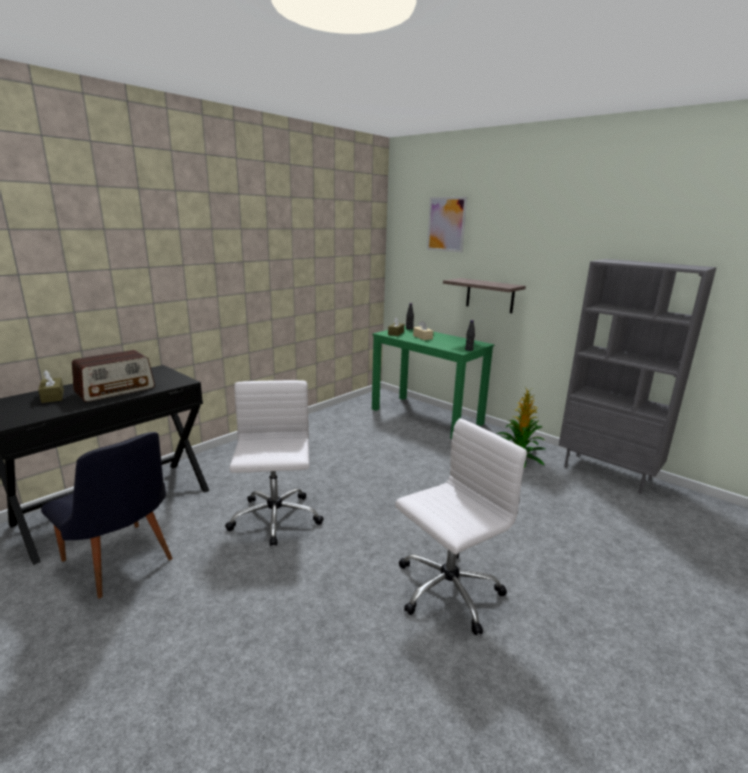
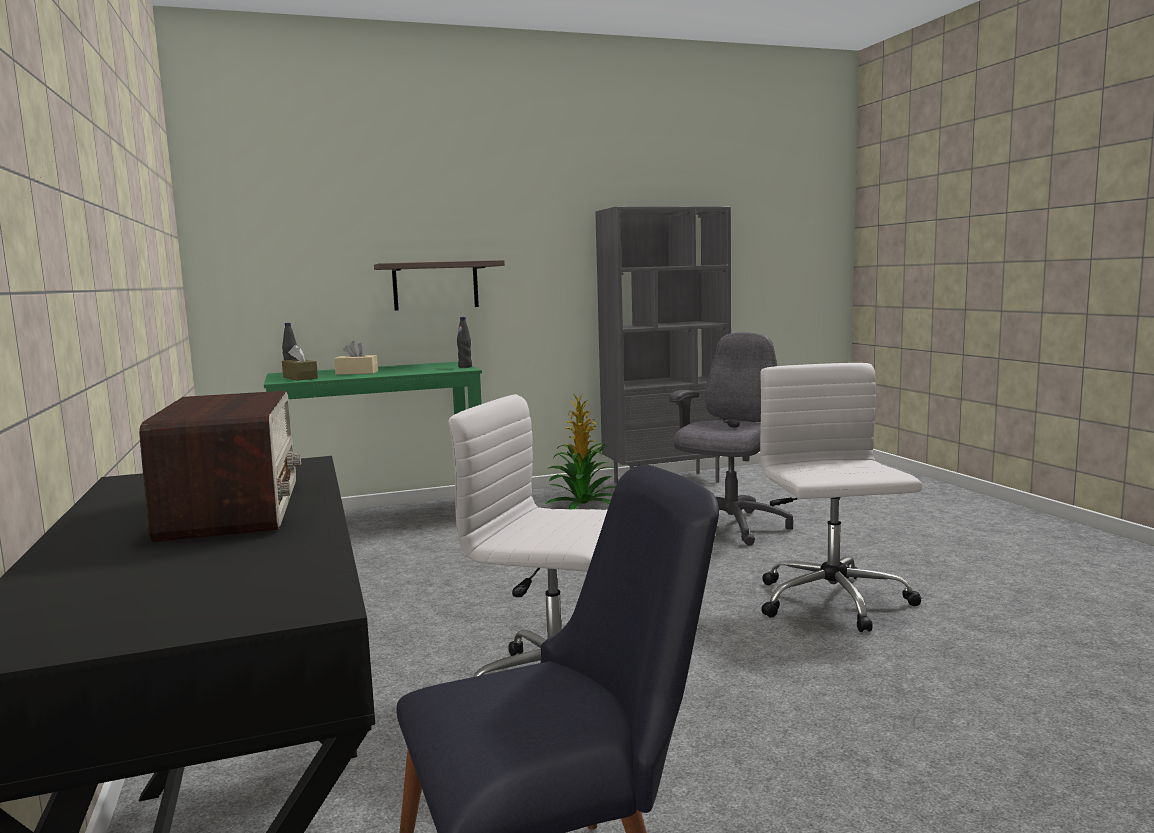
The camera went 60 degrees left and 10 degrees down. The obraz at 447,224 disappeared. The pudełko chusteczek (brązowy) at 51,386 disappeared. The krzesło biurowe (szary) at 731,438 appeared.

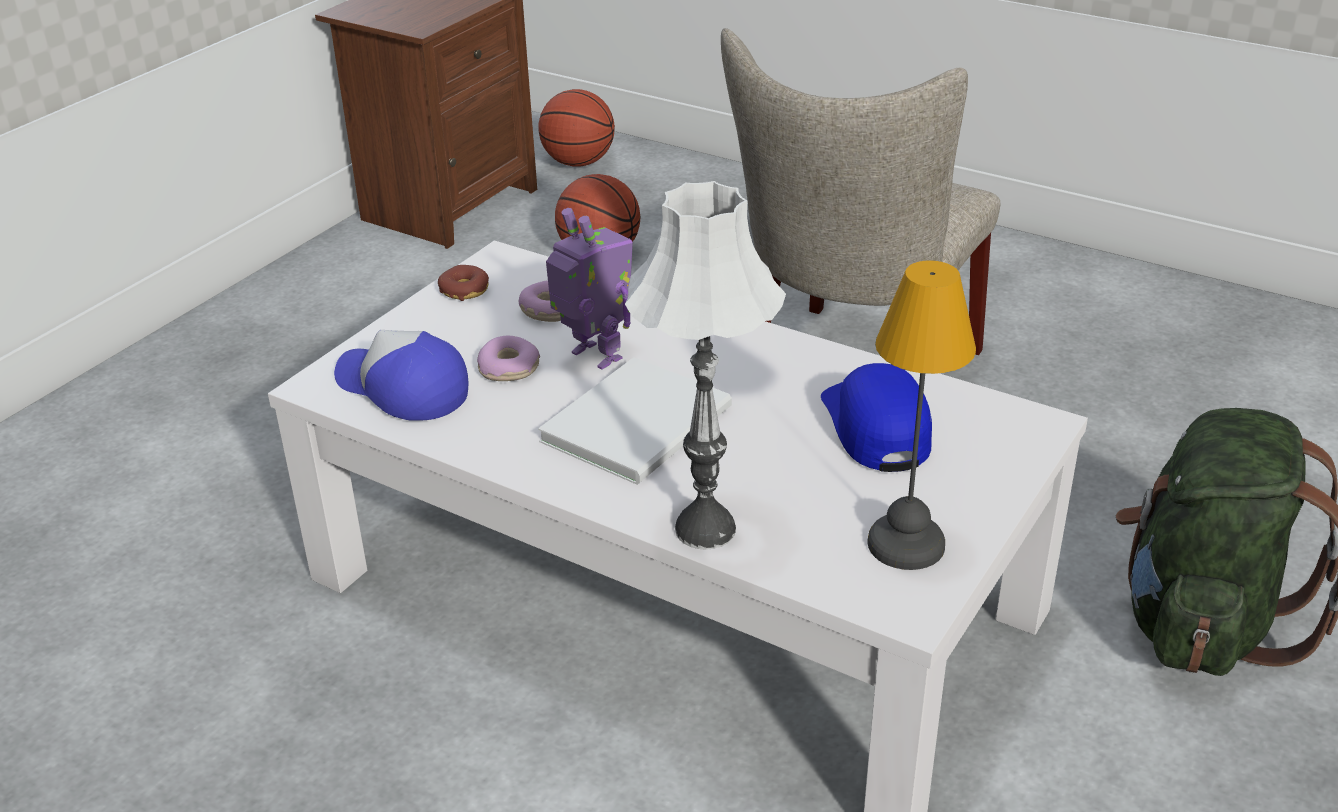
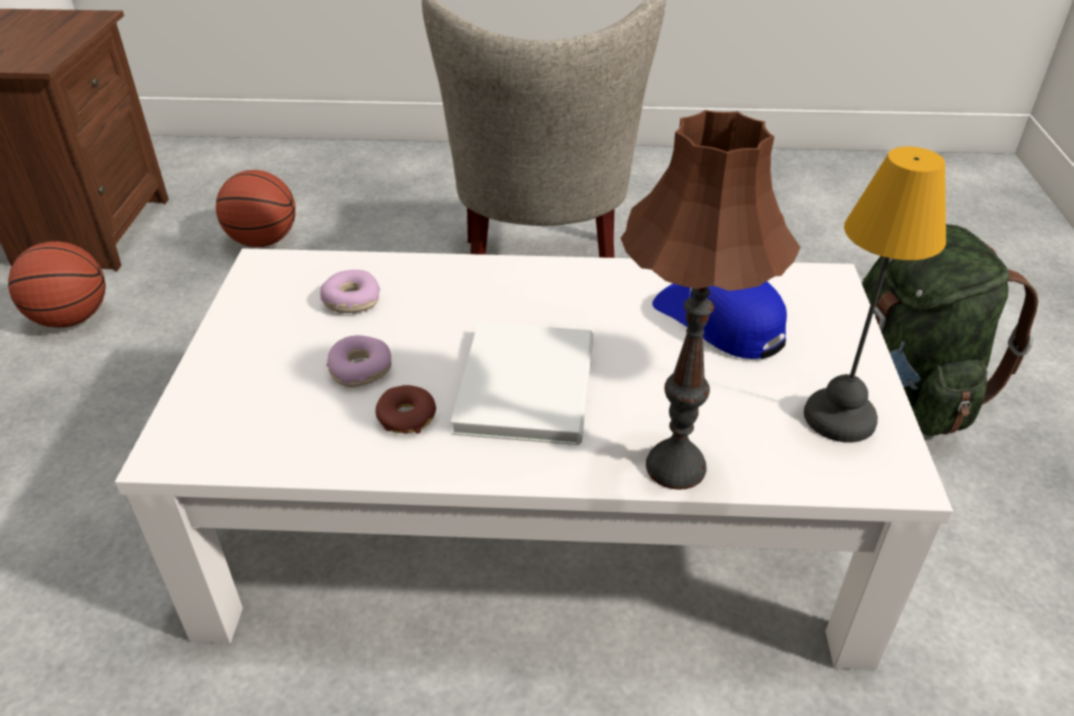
The camera went 30 degrees left and 5 degrees up. The piłka do koszykówki moved from 576,128 to 56,284. The lampa stołowa (biały) at 705,365 became the lampa stołowa (brązowy) at 711,300. The robot zabawkowy at 589,289 disappeared. The donut moved from 463,283 to 406,409. The czapka z daszkiem at 401,375 disappeared.

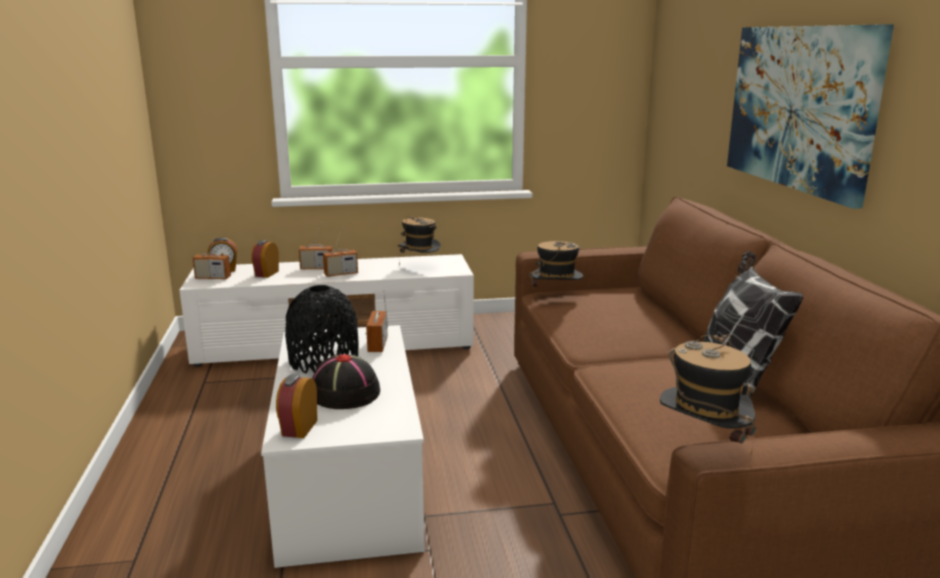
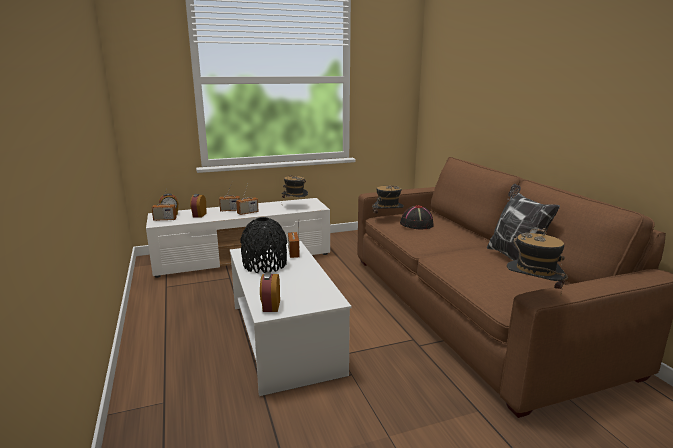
The camera went 10 degrees left and 0 degrees up. The obraz at 810,116 disappeared. The kapelusz (czarny) moved from 346,381 to 417,217.

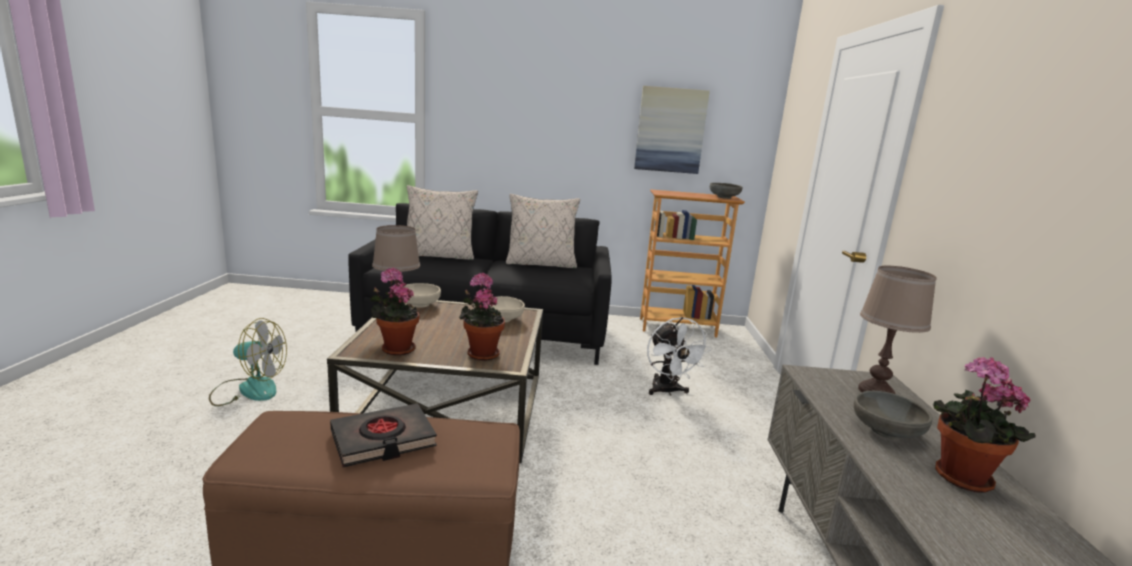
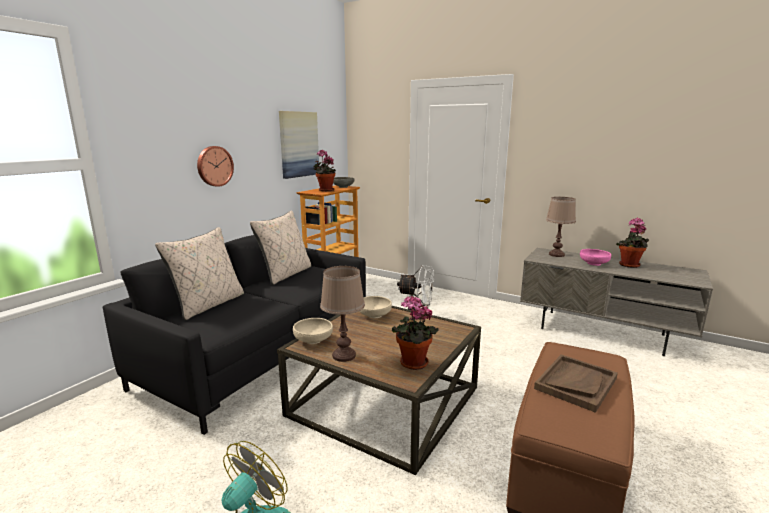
The camera went 60 degrees left and 0 degrees up. The roślina doniczkowa moved from 482,317 to 324,170. The miska (szary) at 893,415 became the miska (różowy) at 595,257. The książka (czarny) at 383,435 was replaced by the taca (brązowy) at 576,383. The zegar ścienny at 215,166 appeared.

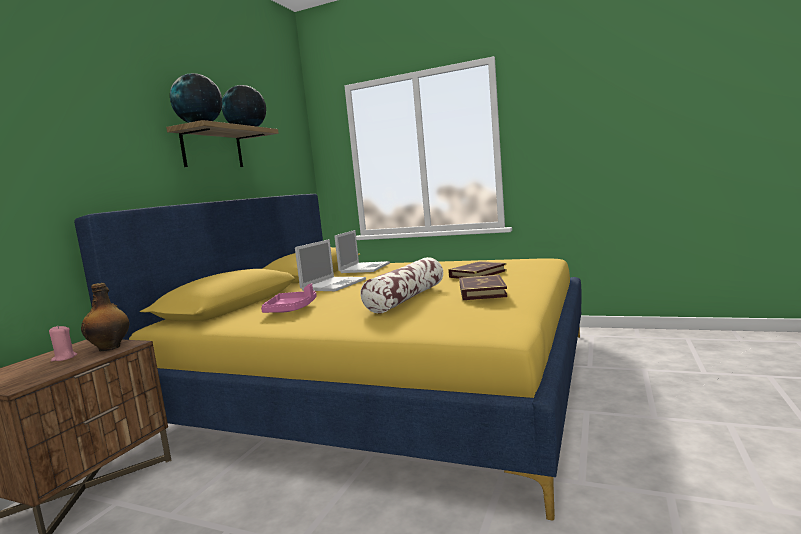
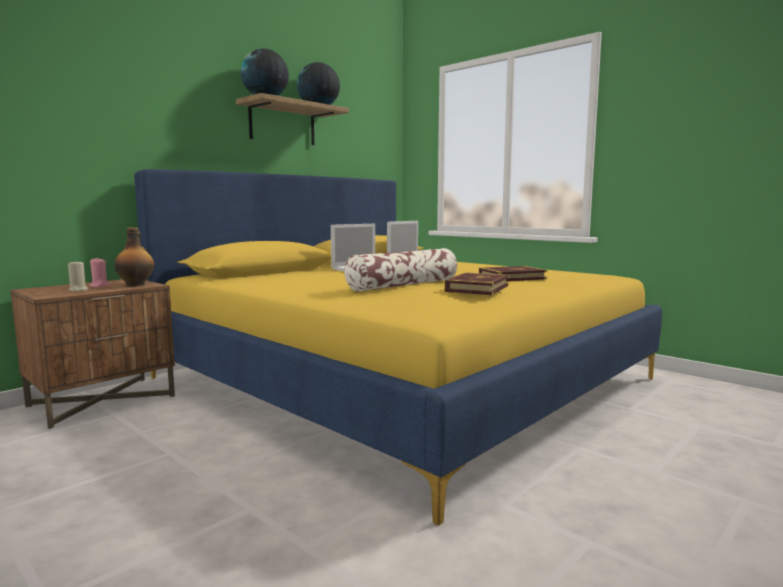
The camera went 20 degrees right and 0 degrees up. The taca (różowy) at 289,298 disappeared. The świeca (beżowy) at 78,276 appeared.

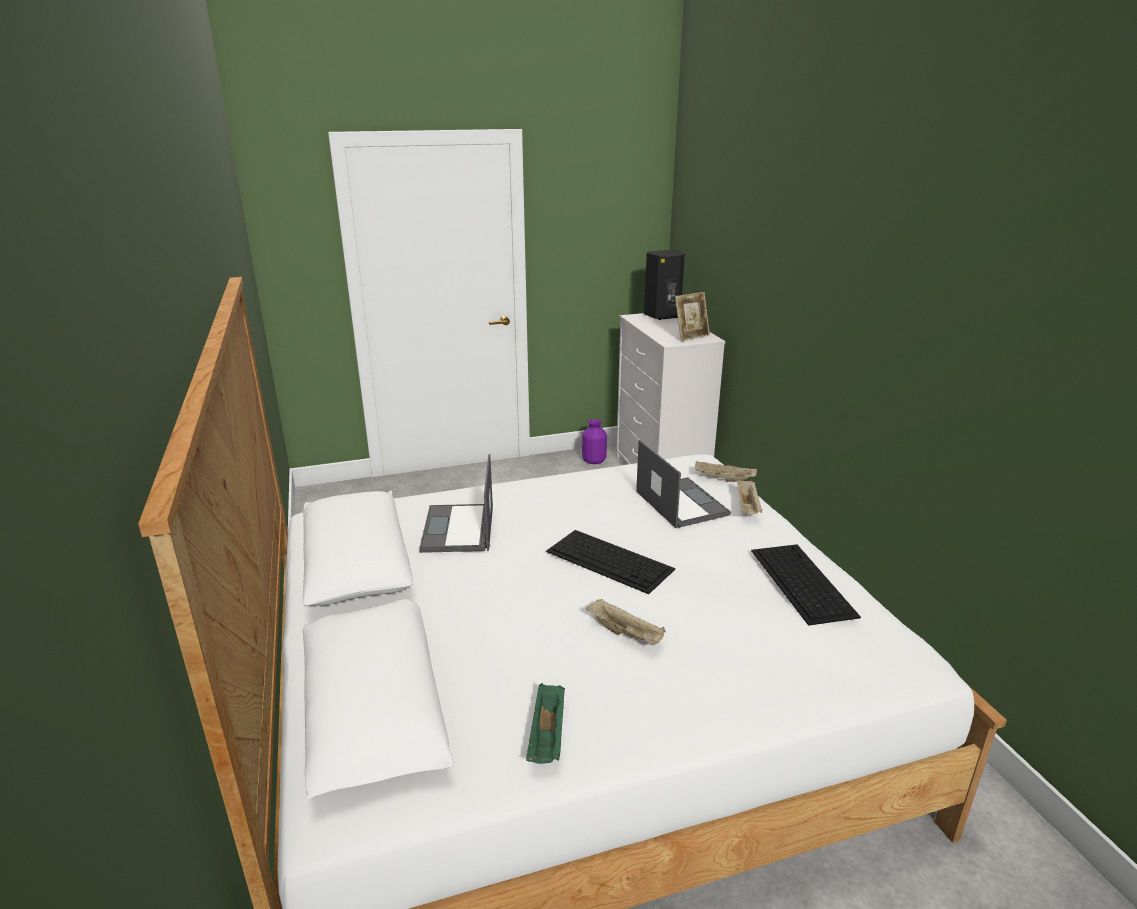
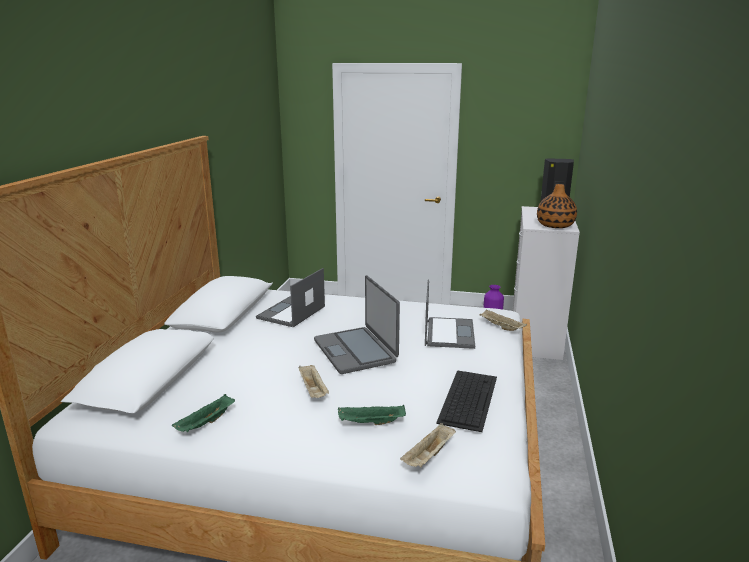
The camera went 30 degrees right and 5 degrees down. The ramka na zdjęcie at 692,316 was replaced by the wazon at 557,206. The taca (beżowy) moved from 749,496 to 428,445. The klawiatura at 610,562 was replaced by the laptop at 357,324. The taca (zielony) at 372,415 appeared.

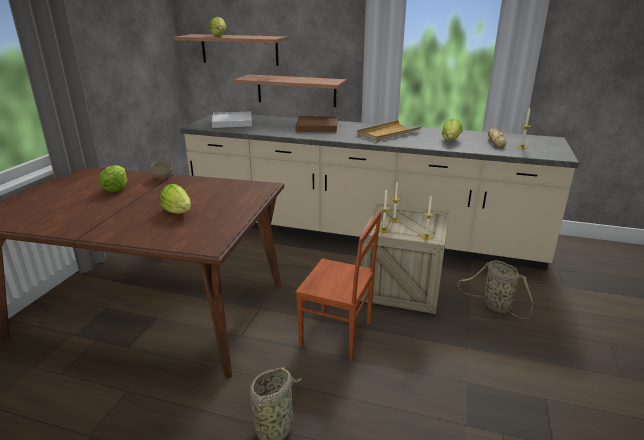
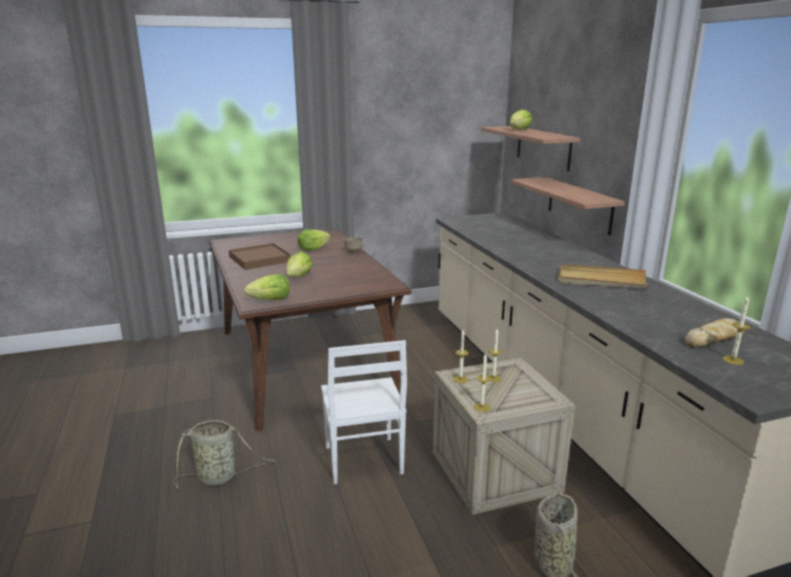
The camera went 55 degrees right and 5 degrees down. The taca (biały) at 232,119 disappeared. The taca (brązowy) moved from 316,124 to 260,256. The sałata moved from 452,129 to 267,287. The krzesło (brązowy) at 338,285 became the krzesło (biały) at 364,412.

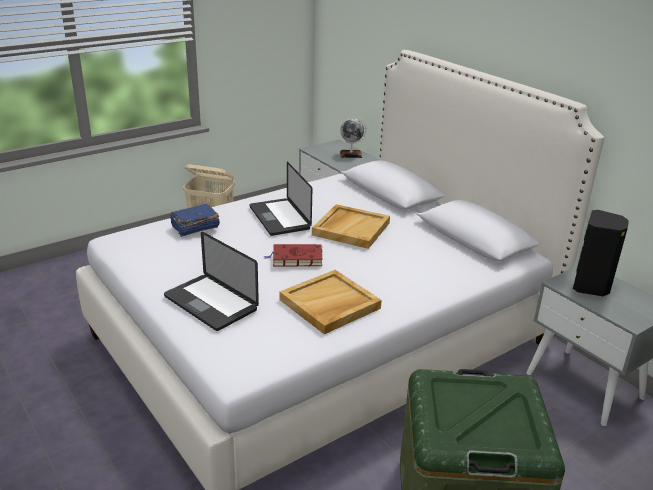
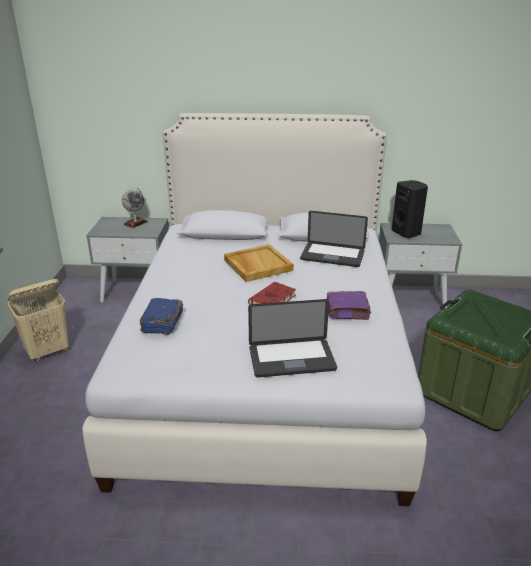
The camera went 50 degrees left and 0 degrees up. The laptop moved from 280,199 to 334,239. The taca (beżowy) at 330,302 was replaced by the książka (fioletowy) at 349,305.

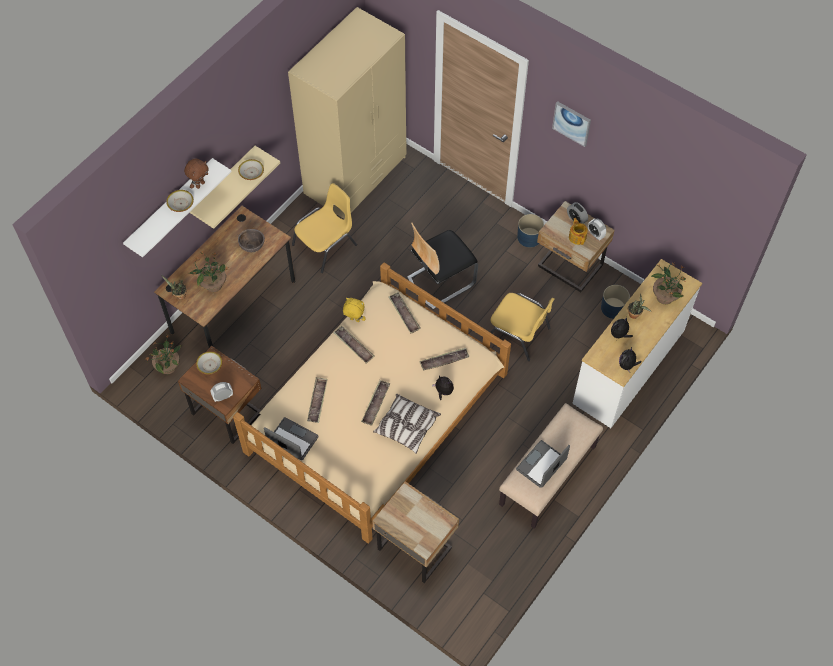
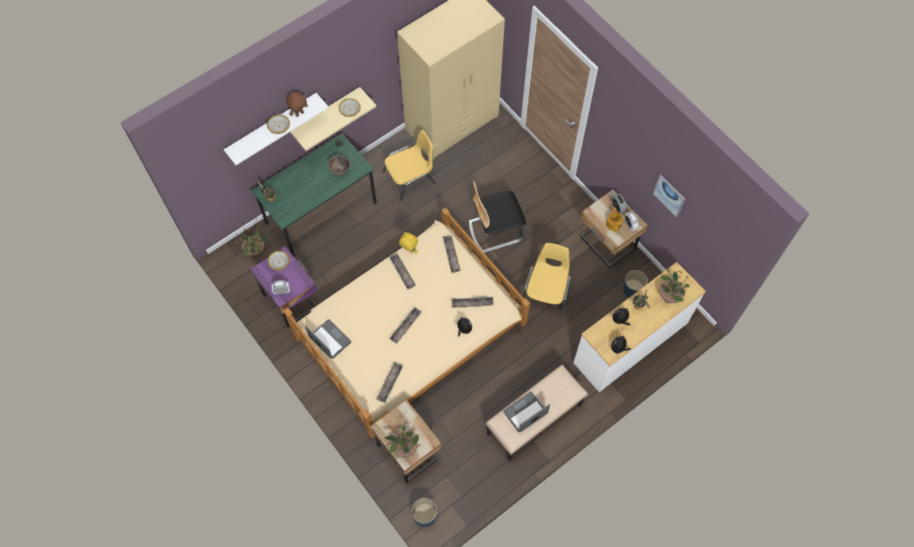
The camera went 15 degrees right and 5 degrees up. The obraz moved from 571,124 to 669,196. The biurko (brązowy) at 224,277 became the biurko (zielony) at 314,195. The donica (niebieski) moved from 530,230 to 424,512. The roślina doniczkowa moved from 209,272 to 402,441. The krzesło (żółty) at 522,327 turned 120 degrees counterclockwise. The szafka nocna (brązowy) at 220,395 became the szafka nocna (fioletowy) at 283,287. The taca moved from 317,400 to 390,382. The poduszka at 407,424 disappeared.

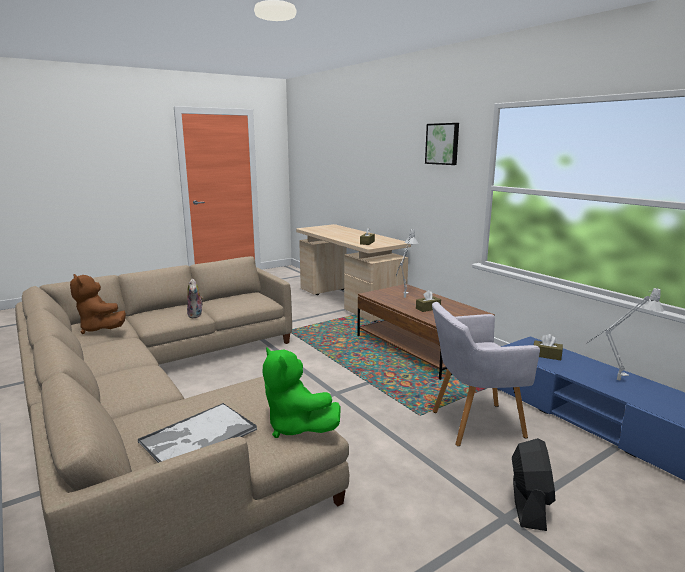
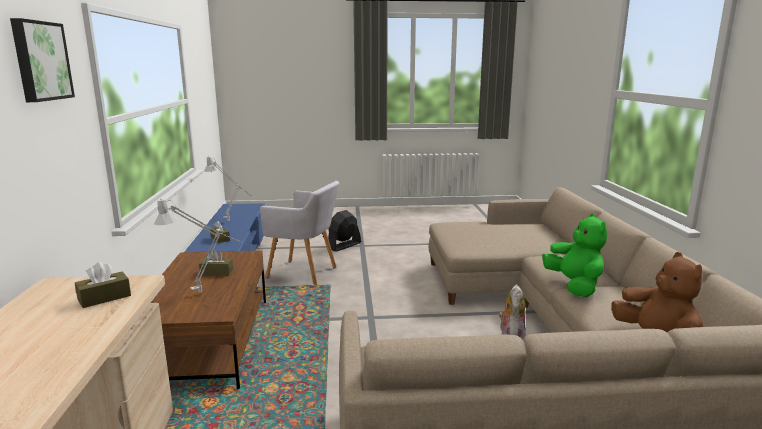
The camera went 150 degrees left and 0 degrees up. The pluszak (zielony) moved from 301,392 to 574,255. The taca at 197,433 disappeared.

